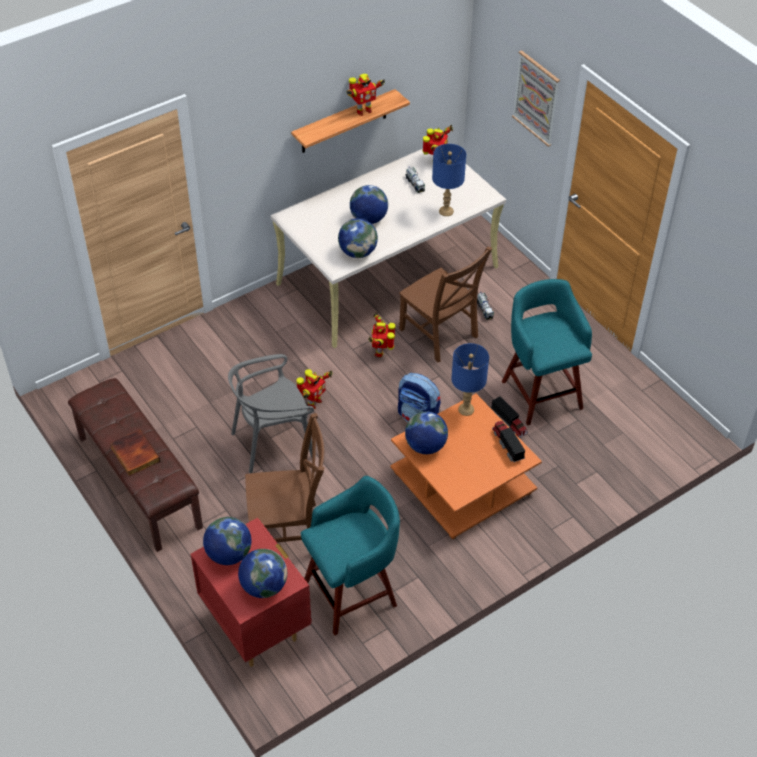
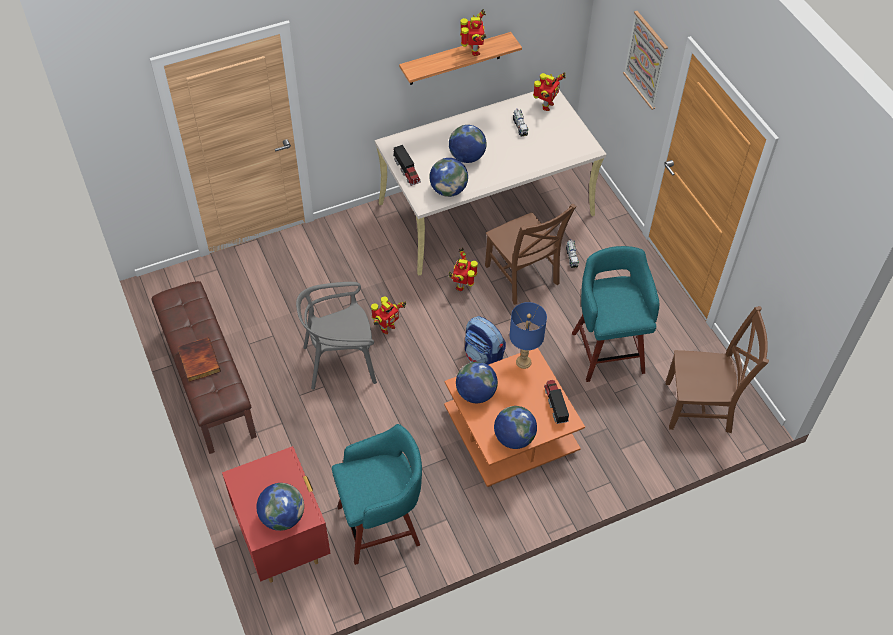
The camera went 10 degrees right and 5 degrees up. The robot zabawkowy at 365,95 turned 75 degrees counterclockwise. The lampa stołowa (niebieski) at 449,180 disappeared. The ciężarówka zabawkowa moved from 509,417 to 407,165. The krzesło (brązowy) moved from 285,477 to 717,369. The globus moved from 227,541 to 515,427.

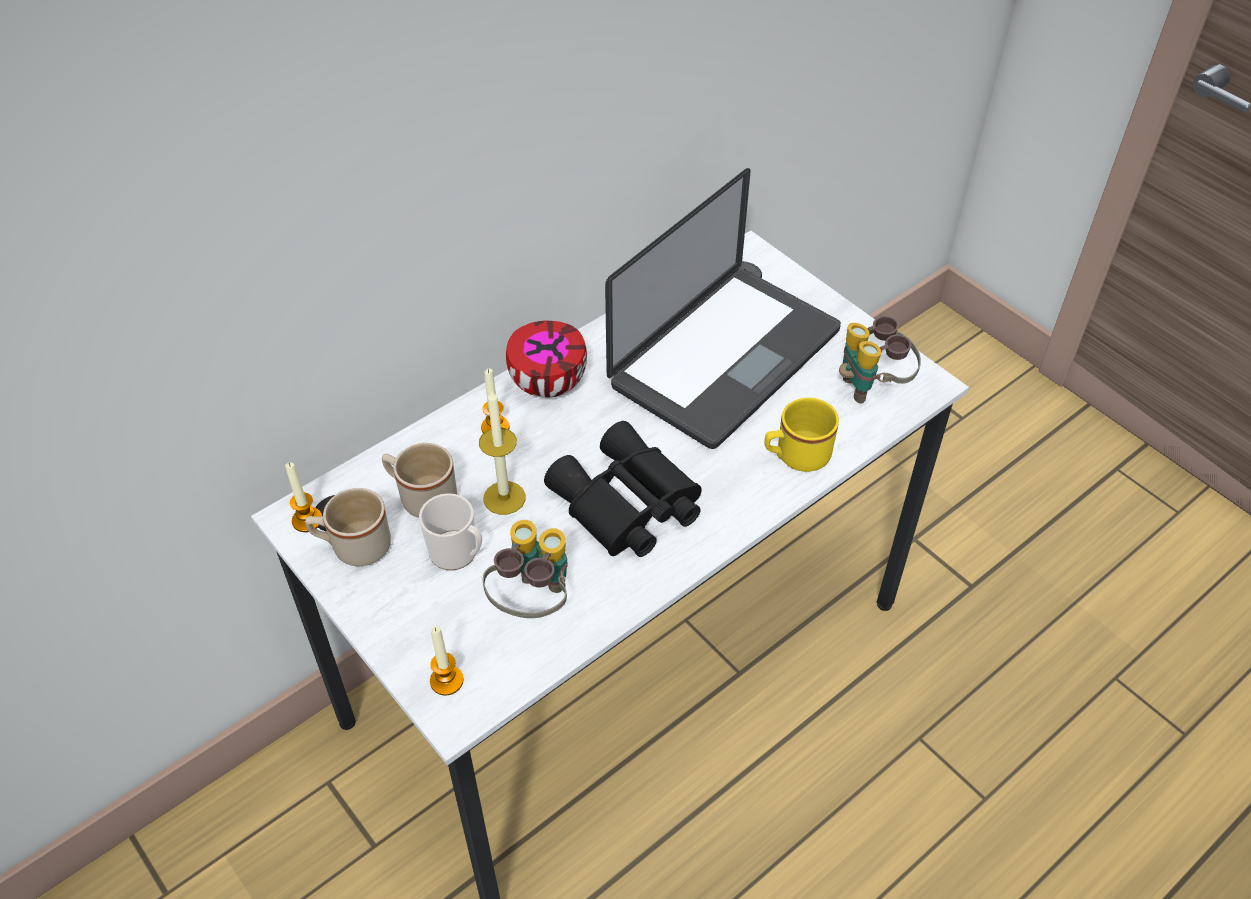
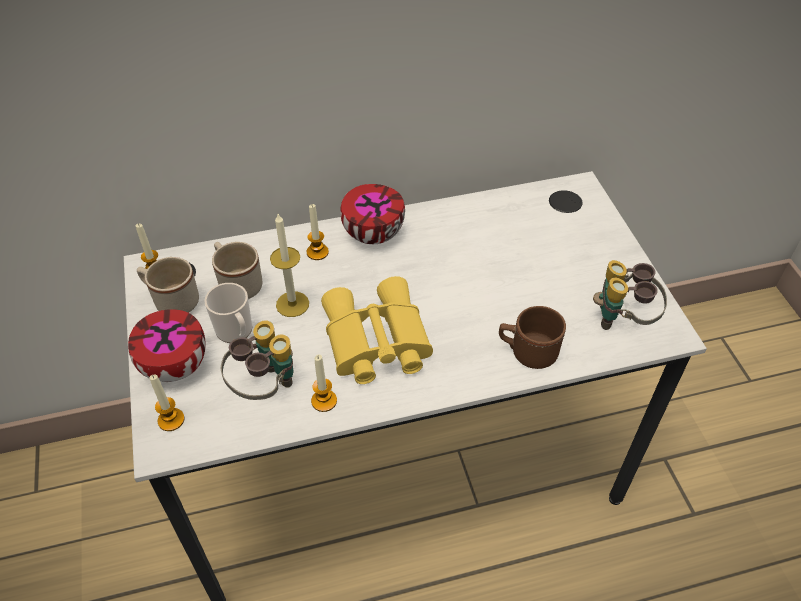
The camera went 25 degrees right and 0 degrees up. The laptop at 723,308 disappeared. The kubek (żółty) at 801,435 became the kubek (brązowy) at 532,337. The lornetka (czarny) at 622,489 became the lornetka (żółty) at 377,330. The miska at 167,345 appeared. The świeca at 324,383 appeared.

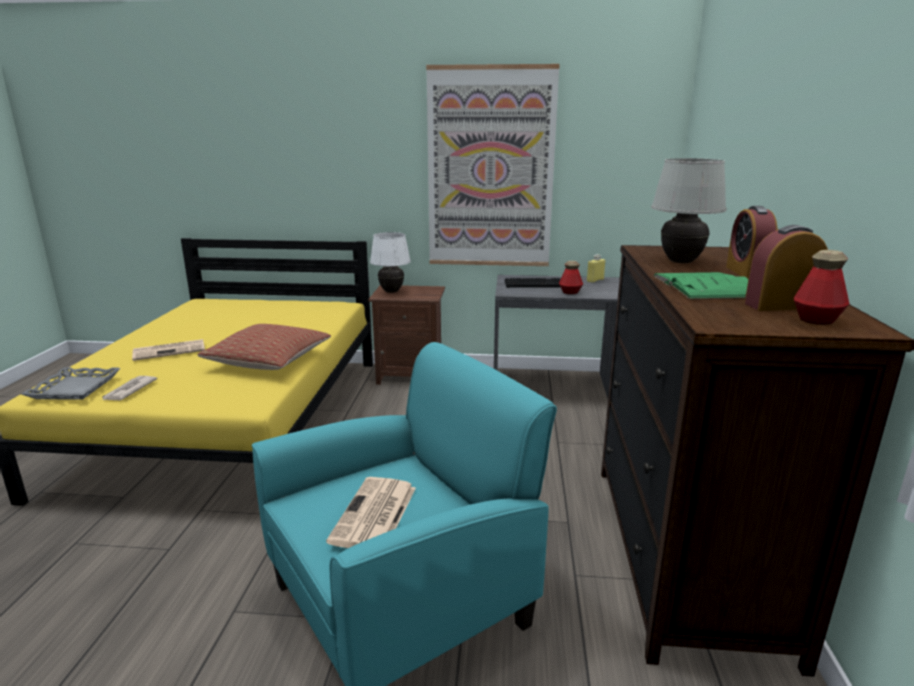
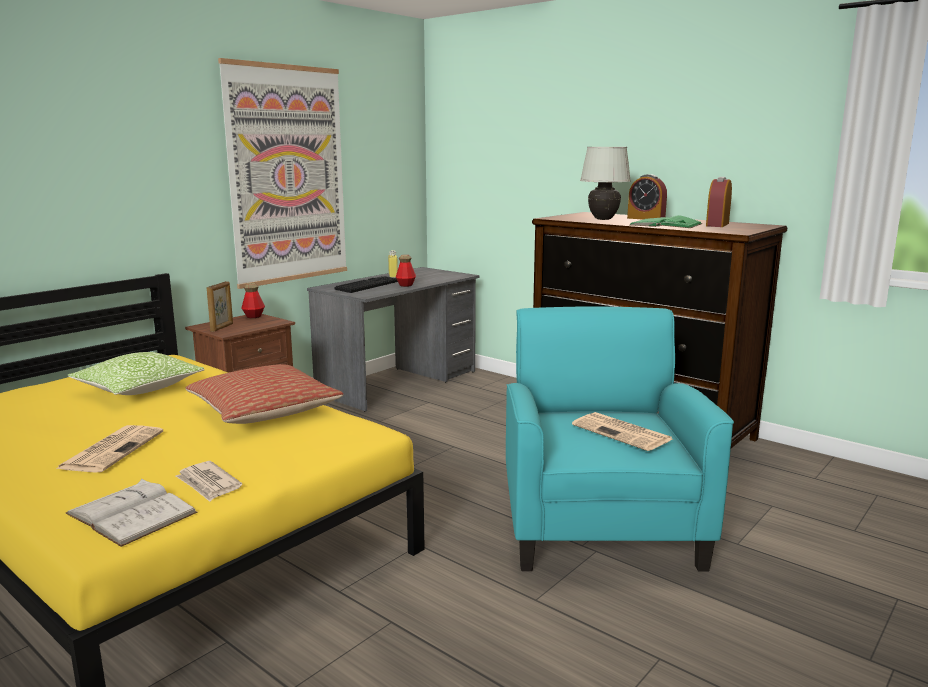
The camera went 55 degrees left and 5 degrees down. The lampa stołowa (biały) at 390,262 was replaced by the ramka na zdjęcie at 220,306. The butelka moved from 822,287 to 253,300. The taca (szary) at 70,383 was replaced by the książka (biały) at 132,513. The poduszka at 136,373 appeared.

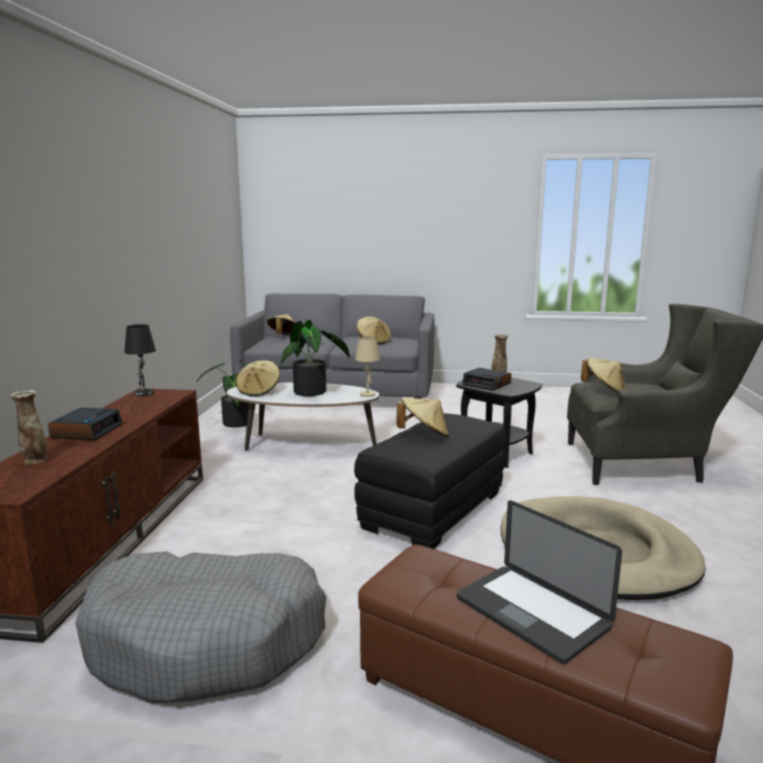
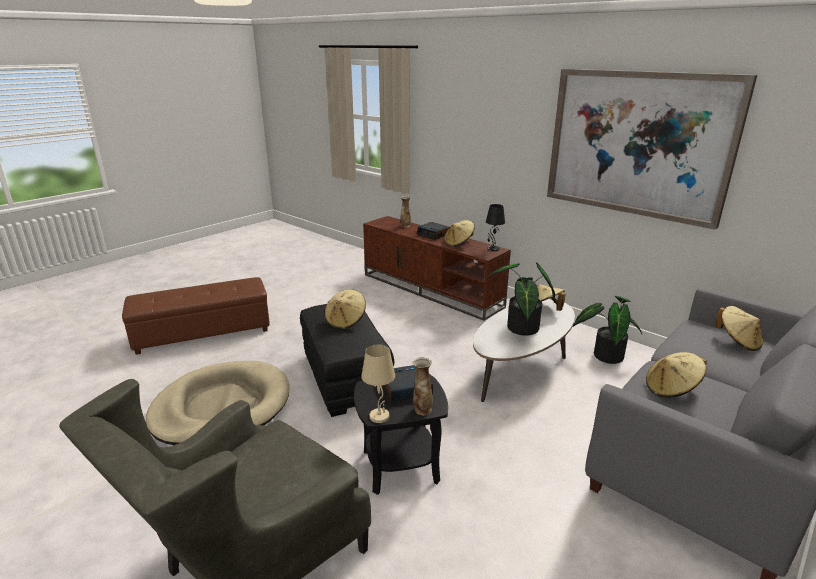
The camera went 125 degrees right and 10 degrees up. The lampa stołowa (beżowy) moved from 367,366 to 378,384. The kapelusz (beżowy) moved from 603,375 to 459,233. The laptop at 539,582 disappeared. The legowisko (szary) at 201,627 disappeared. The obraz at 652,149 appeared.

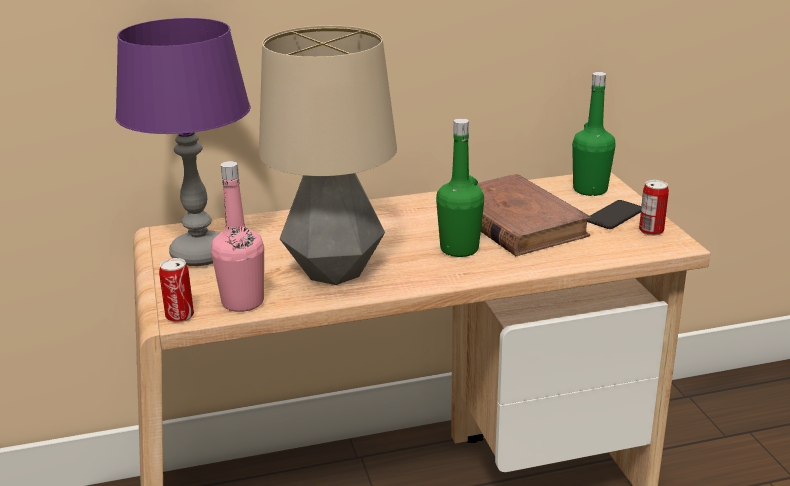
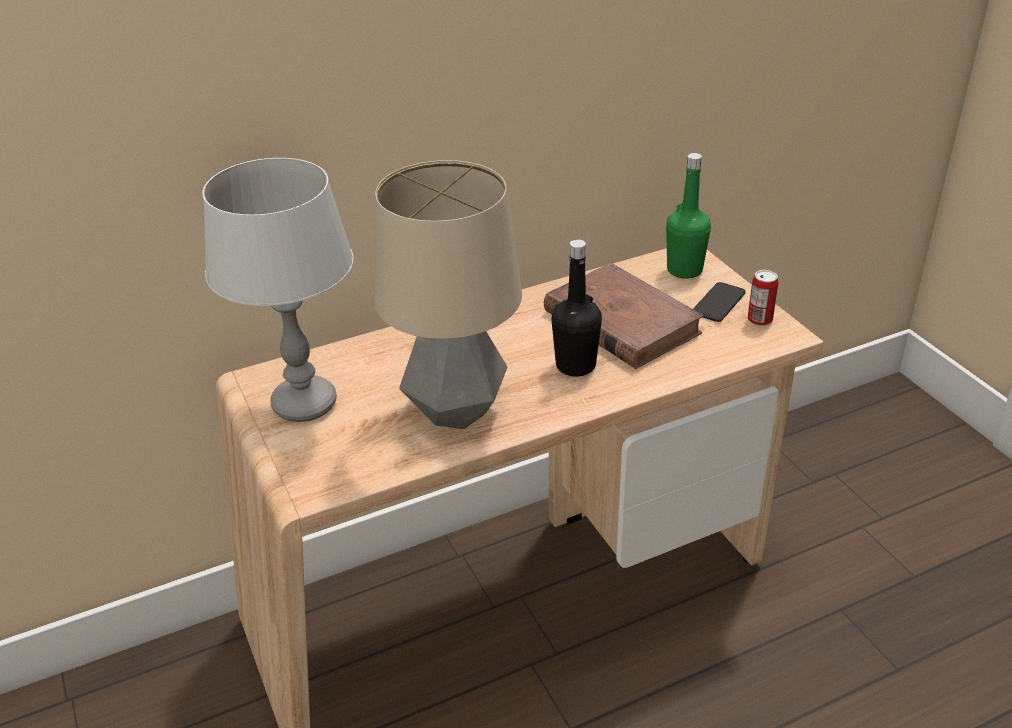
The camera went 10 degrees left and 10 degrees up. The lampa stołowa (fioletowy) at 183,142 became the lampa stołowa (szary) at 278,290. The butelka (zielony) at 460,187 became the butelka (czarny) at 576,308. The butelka (różowy) at 237,236 disappeared. The puszka at 176,290 disappeared.

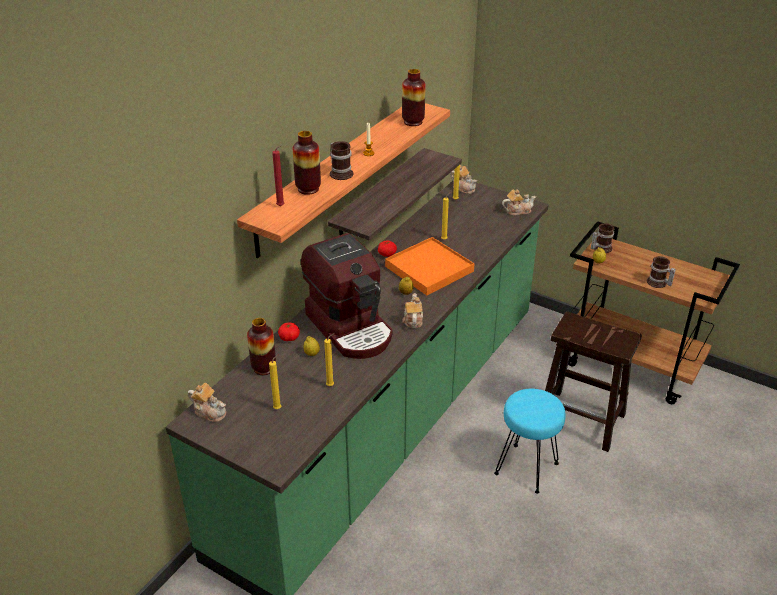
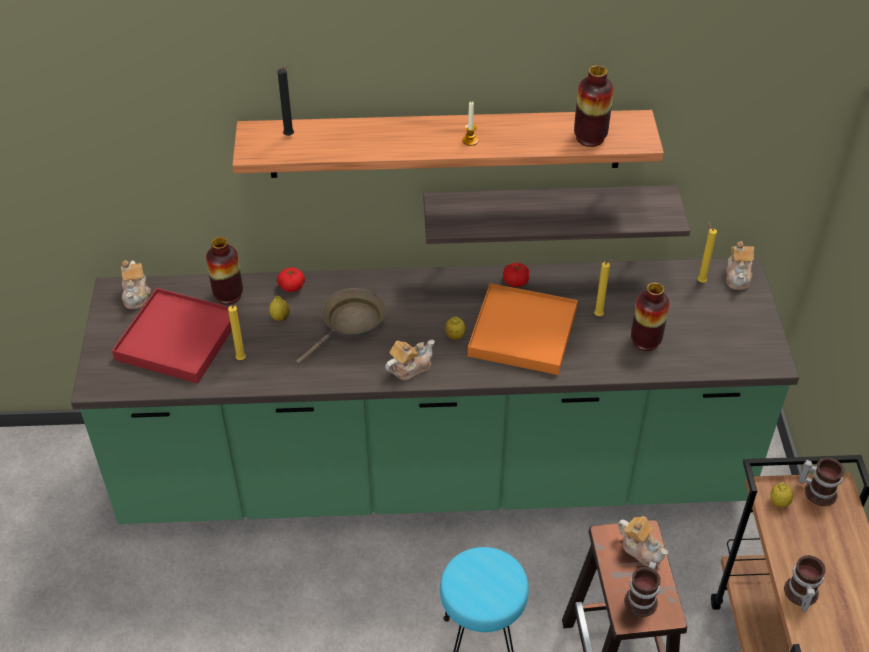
The camera went 55 degrees right and 10 degrees up. The wazon moved from 307,163 to 650,317. The kubek moved from 341,160 to 642,589. The świeca (czerwony) at 278,175 became the świeca (czarny) at 286,101. The imbryk moved from 519,202 to 643,541. The ekspres do kawy at 347,296 was replaced by the patelnia (brązowy) at 341,326. The świeca (żółty) at 275,382 was replaced by the taca (czerwony) at 175,336.

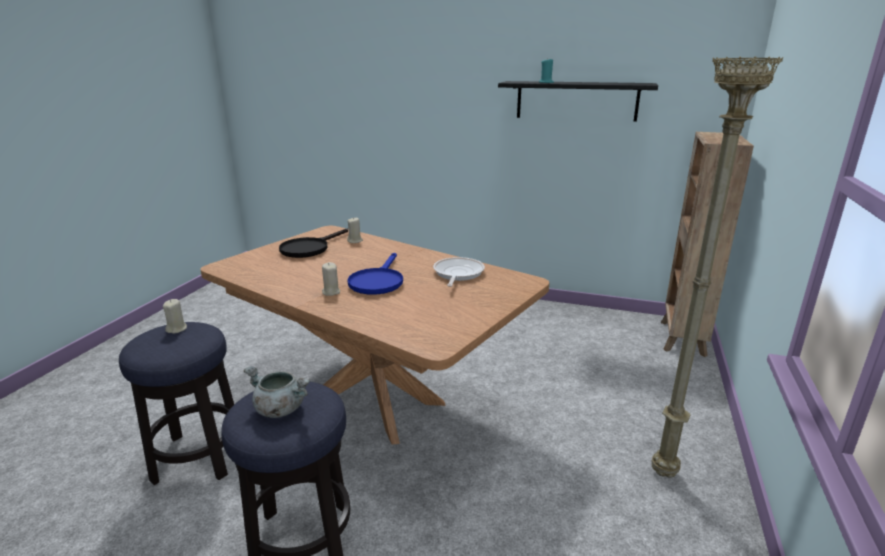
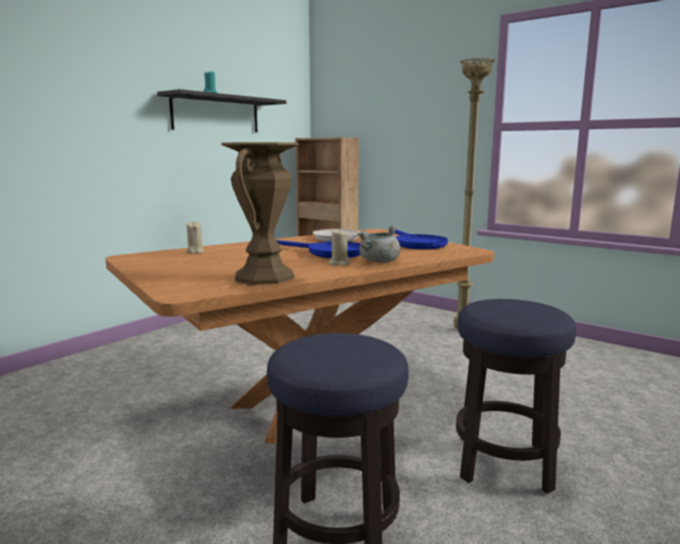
The camera went 70 degrees left and 10 degrees down. The patelnia (czarny) at 313,243 disappeared. The świeca (beżowy) at 175,316 disappeared. The garnek (szary) moved from 277,392 to 379,244. The wazon (brązowy) at 260,213 appeared. The patelnia (niebieski) at 421,239 appeared.

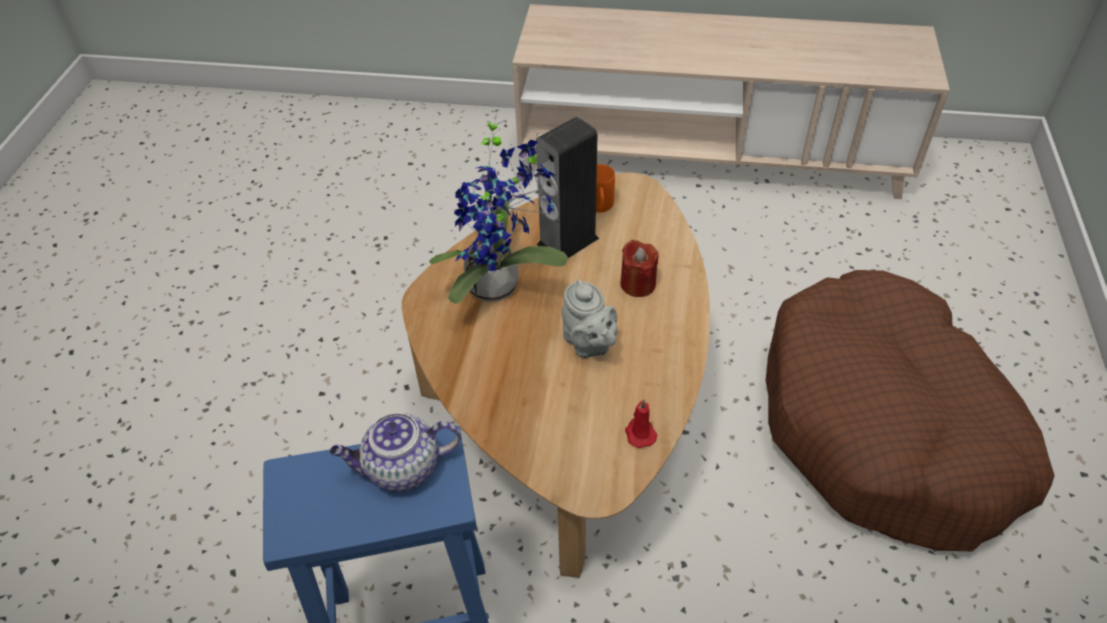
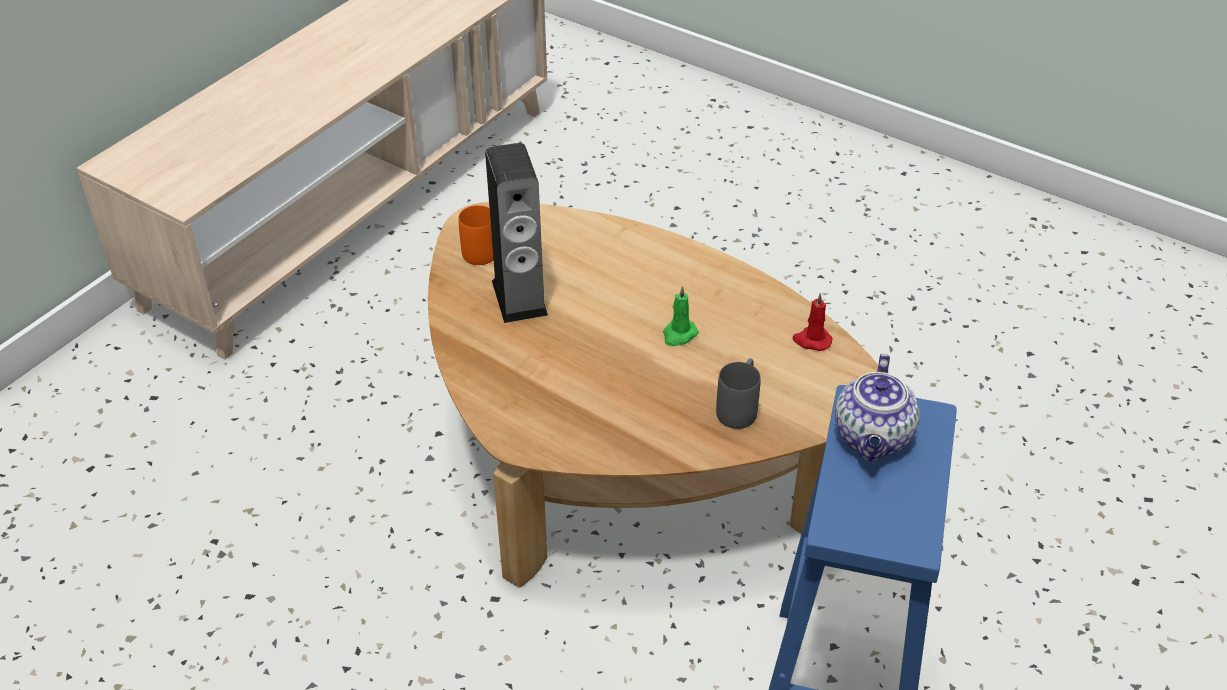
The camera went 65 degrees left and 5 degrees down. The roślina doniczkowa at 498,209 disappeared. The świeca (czerwony) at 639,268 disappeared. The legowisko (brązowy) at 910,411 disappeared. The imbryk (szary) at 590,318 was replaced by the świeca (zielony) at 680,316. The kubek (szary) at 738,393 appeared.

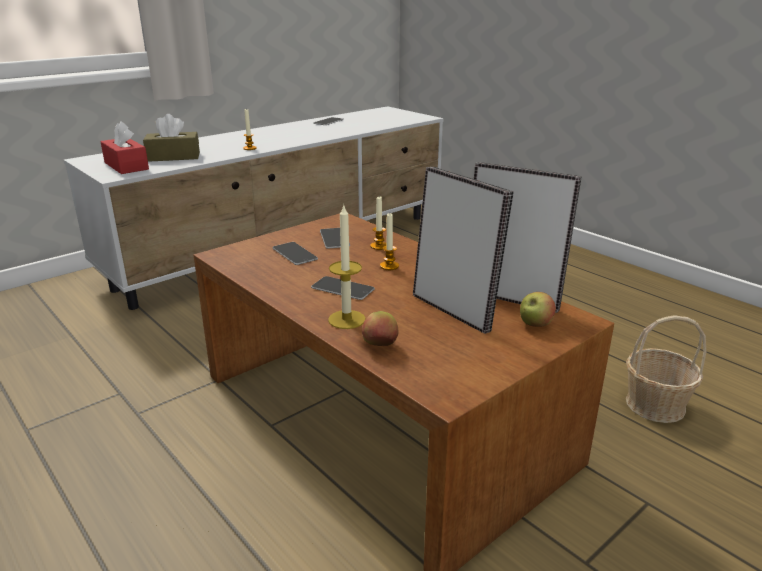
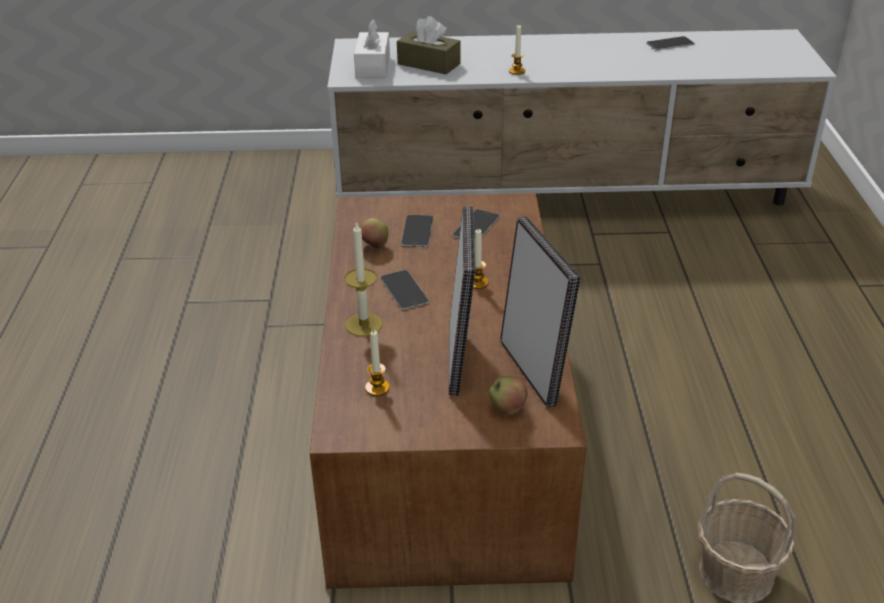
The camera went 40 degrees right and 10 degrees up. The pudełko chusteczek (czerwony) at 125,147 became the pudełko chusteczek (biały) at 372,48. The świeca moved from 378,223 to 377,363. The jabłko moved from 380,328 to 374,233.

